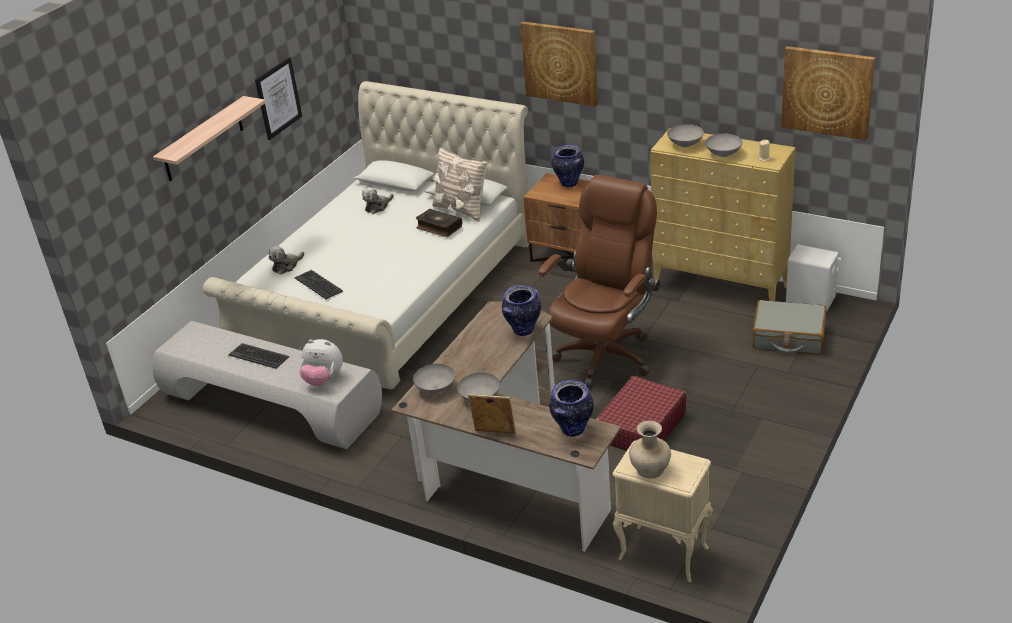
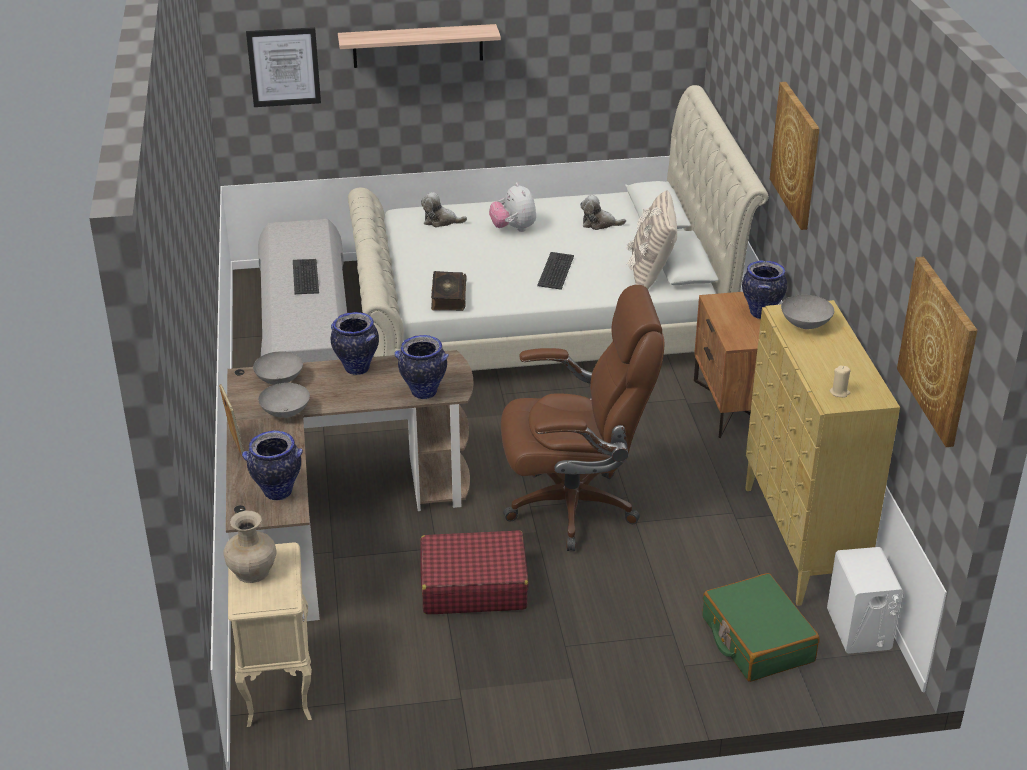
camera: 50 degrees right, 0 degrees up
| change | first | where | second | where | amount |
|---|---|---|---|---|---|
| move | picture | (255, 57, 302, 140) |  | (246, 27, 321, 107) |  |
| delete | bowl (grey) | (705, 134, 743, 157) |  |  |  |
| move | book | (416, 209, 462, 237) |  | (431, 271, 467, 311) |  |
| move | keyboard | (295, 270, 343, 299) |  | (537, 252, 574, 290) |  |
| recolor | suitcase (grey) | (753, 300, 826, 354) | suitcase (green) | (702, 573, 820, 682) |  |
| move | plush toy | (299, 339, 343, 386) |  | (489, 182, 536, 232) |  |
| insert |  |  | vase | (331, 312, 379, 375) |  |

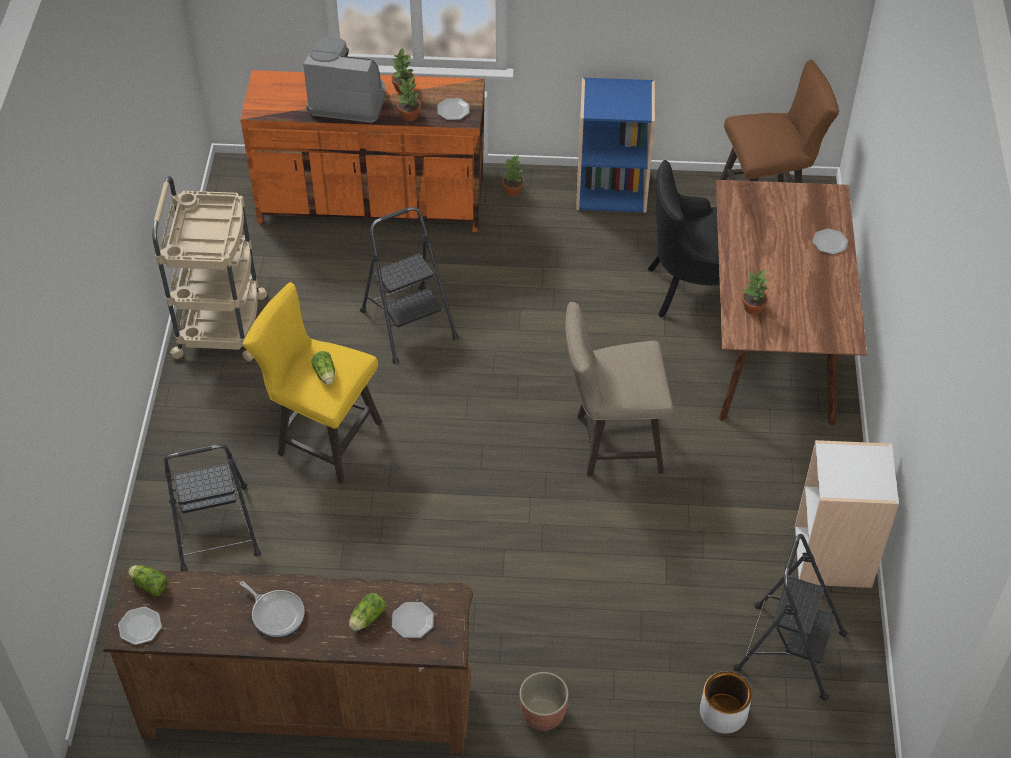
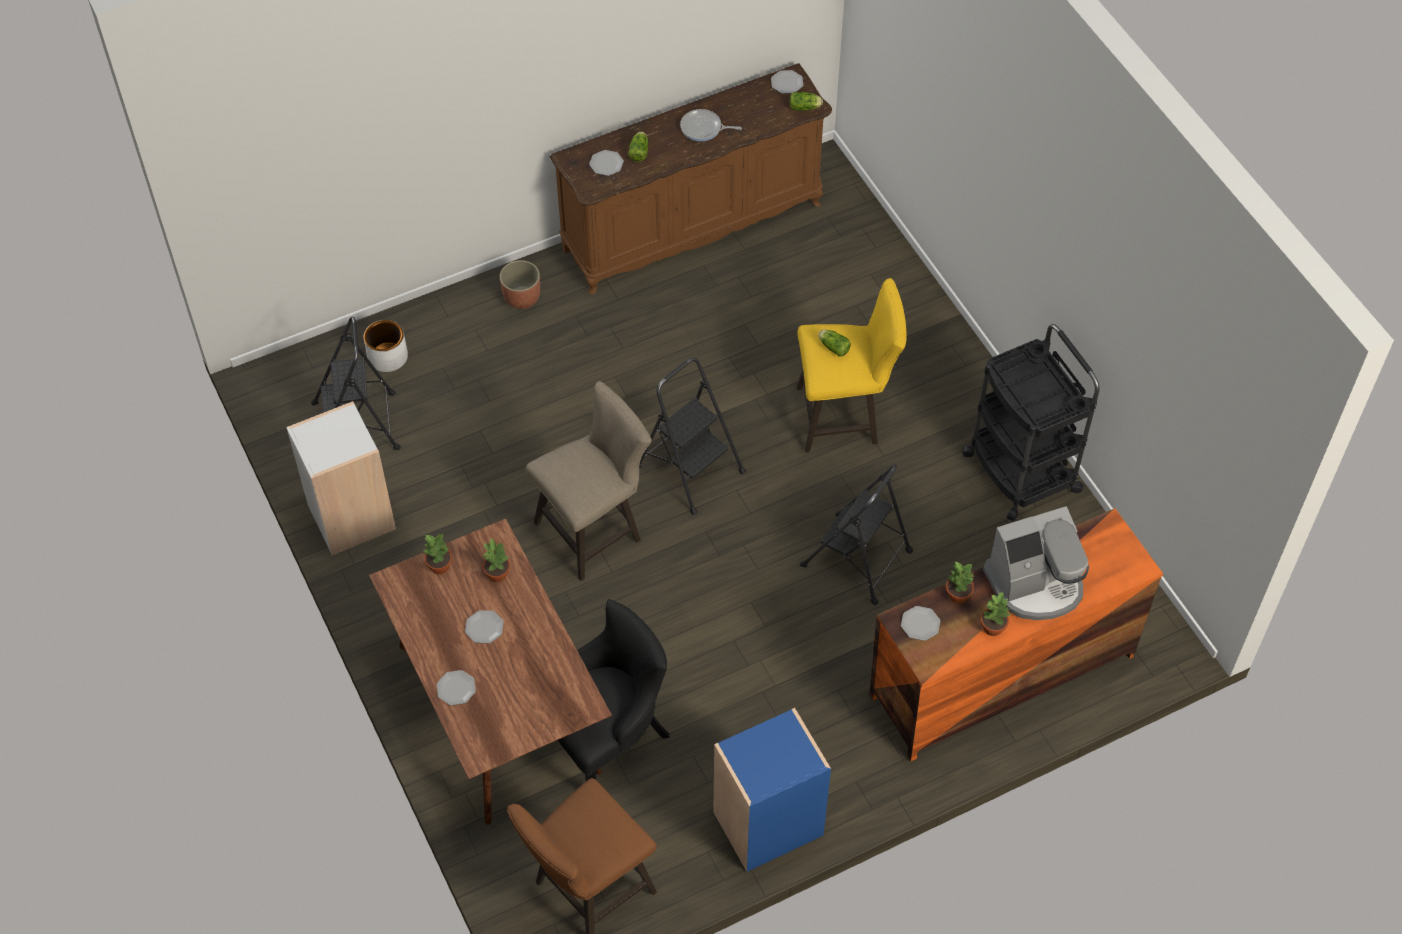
camera: 150 degrees right, 5 degrees up
| change | first | where | second | where | amount |
|---|---|---|---|---|---|
| move | potted plant | (502, 155, 524, 196) |  | (424, 534, 452, 574) |  |
| recolor | cart (beige) | (152, 176, 267, 361) | cart (black) | (962, 324, 1100, 521) |  |
| move | step ladder (black) | (164, 444, 261, 571) |  | (639, 358, 746, 515) |  |
| insert |  |  | plate | (465, 610, 504, 643) |  |

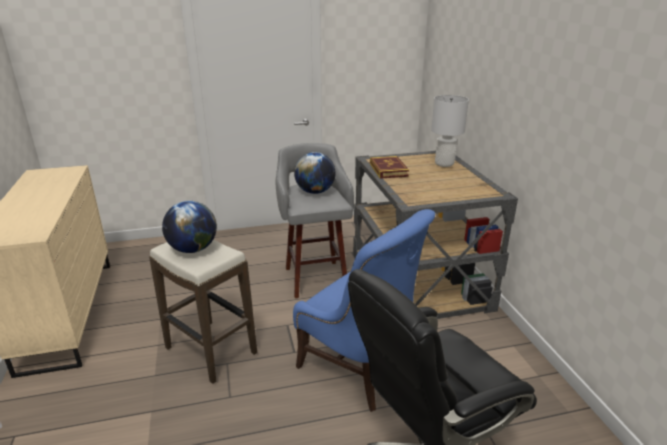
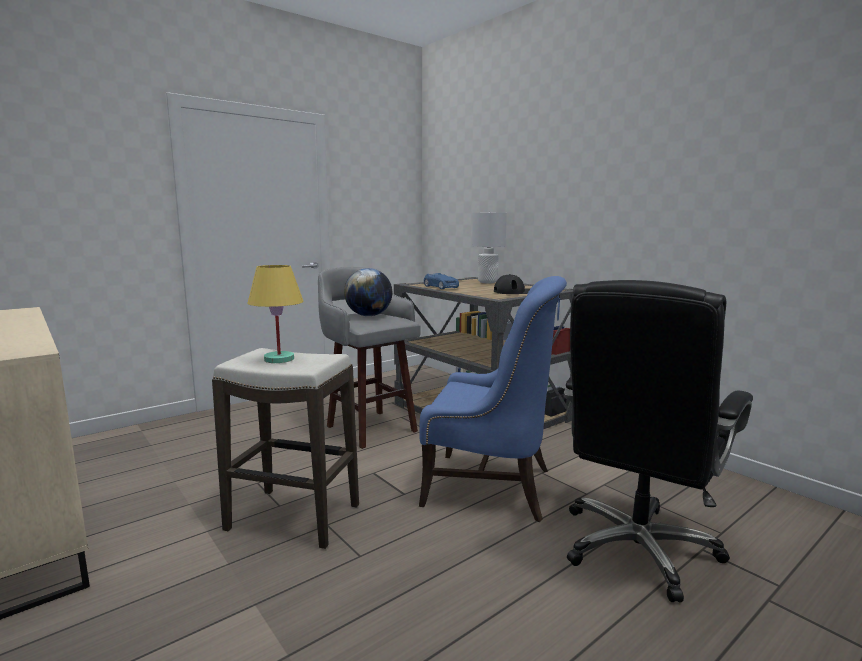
camera: 25 degrees left, 15 degrees down
| change | first | where | second | where | amount |
|---|---|---|---|---|---|
| replace | book | (370, 156, 409, 179) | toy car (blue) | (424, 273, 459, 289) |  |
| replace | globe | (162, 201, 217, 253) | table lamp (yellow) | (247, 265, 304, 363) |  |
| insert |  |  | cap (black) | (494, 274, 531, 294) |  |

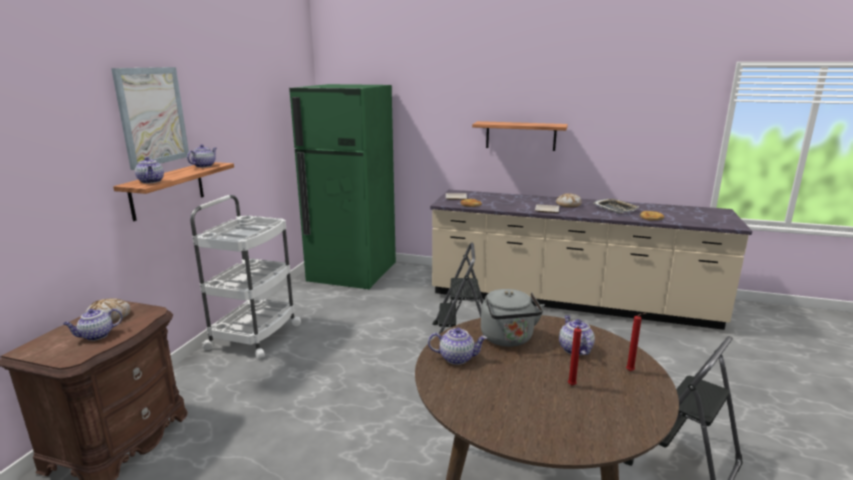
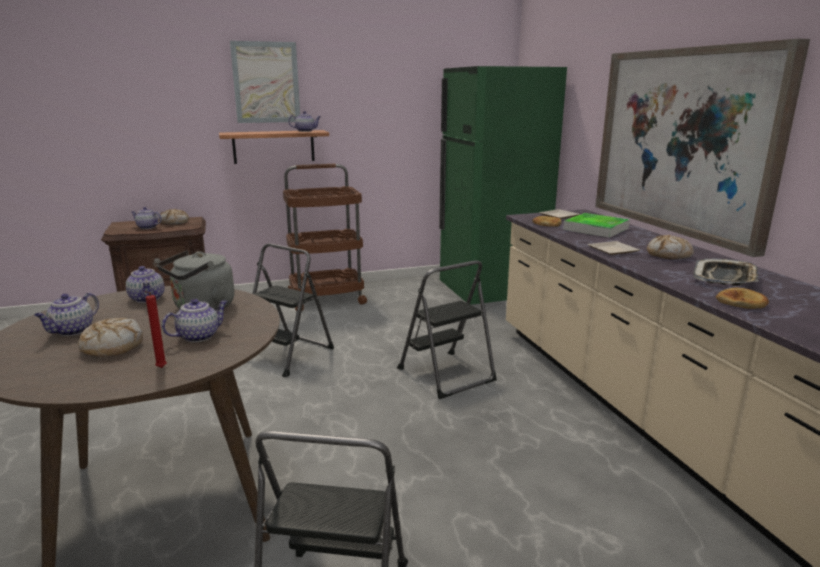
camera: 55 degrees right, 0 degrees up
| change | first | where | second | where | amount |
|---|---|---|---|---|---|
| replace | shelf | (472, 121, 568, 151) | picture | (595, 39, 810, 257) |  |
| move | teapot | (135, 157, 164, 184) |  | (34, 293, 99, 336) |  |
| recolor | cart (white) | (190, 195, 301, 359) | cart (brown) | (283, 164, 367, 311) |  |
| replace | candle (red) | (568, 326, 582, 385) | bread | (78, 318, 143, 357) |  |
| insert |  |  | tray | (563, 213, 630, 238) |  |
| insert |  |  | step ladder (black) | (252, 244, 334, 377) |  |

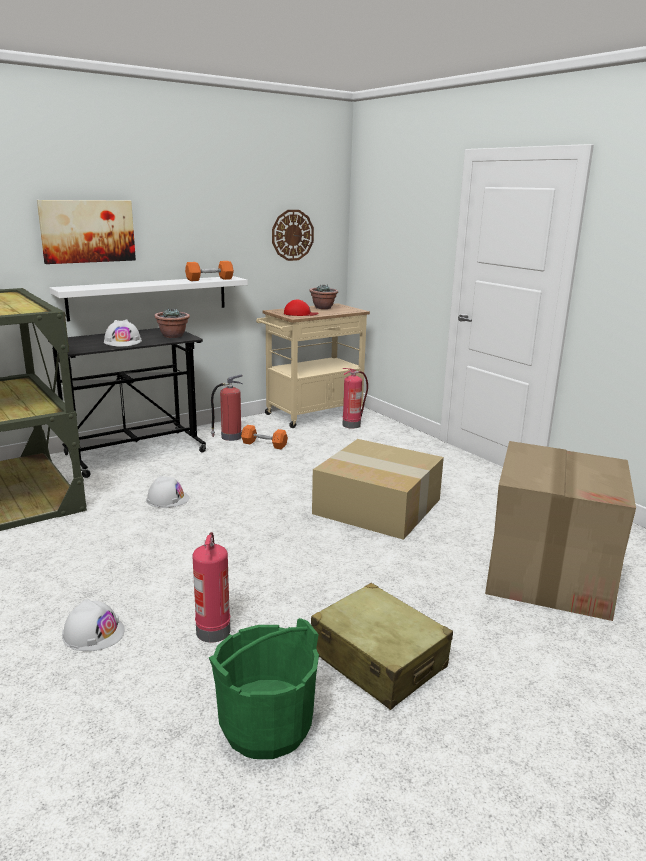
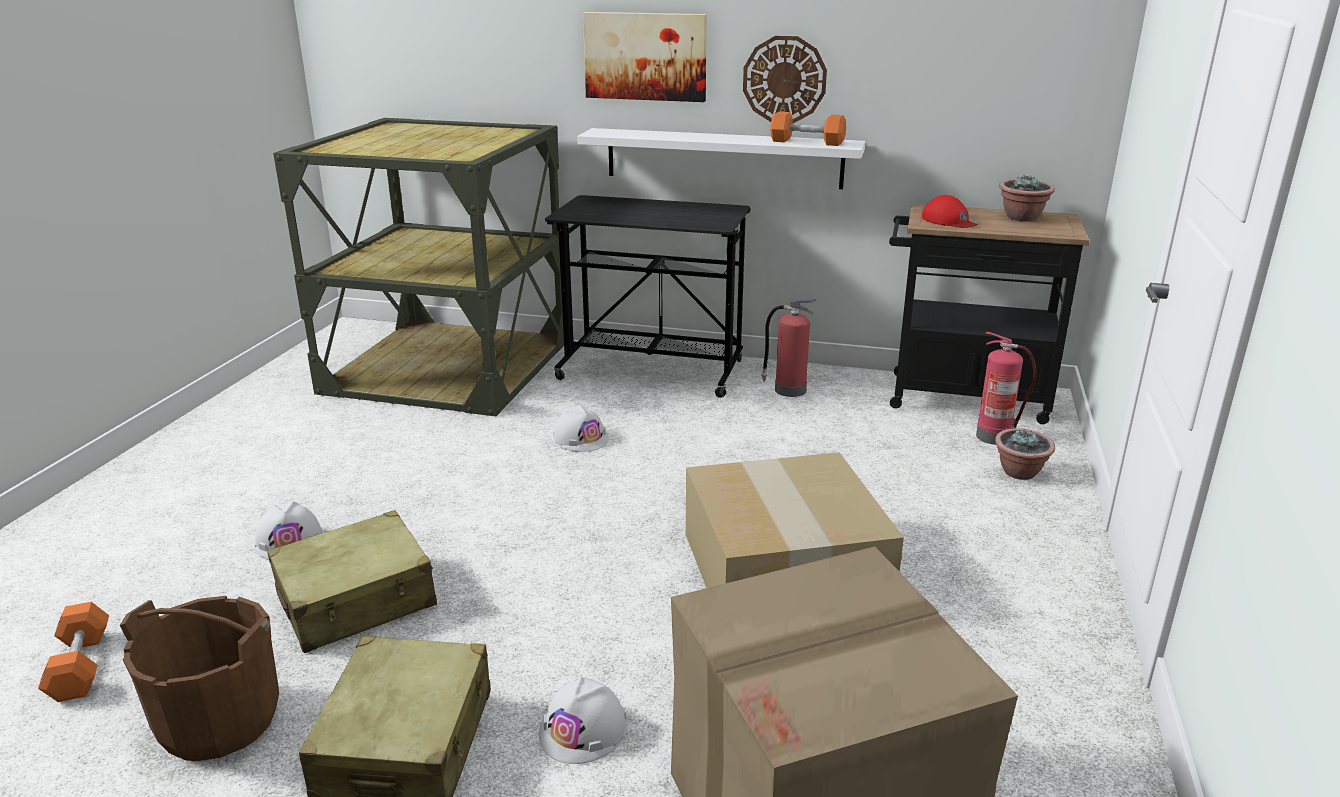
camera: 50 degrees right, 5 degrees up
| change | first | where | second | where | amount |
|---|---|---|---|---|---|
| move | wall clock | (272, 210, 314, 261) |  | (743, 36, 827, 123) |  |
| recolor | cart (beige) | (256, 303, 370, 428) | cart (black) | (889, 204, 1090, 424) |  |
| move | potted plant | (154, 309, 190, 338) |  | (995, 428, 1055, 480) |  |
| move | hard hat (white) | (104, 319, 142, 347) |  | (539, 677, 627, 764) |  |
| move | dumbbell (orange) | (241, 425, 288, 449) |  | (38, 602, 109, 702) |  |
| replace | fire extinguisher | (192, 532, 230, 643) | suitcase (beige) | (267, 510, 437, 653) |  |
| recolor | bucket (green) | (209, 618, 319, 759) | bucket (brown) | (120, 596, 279, 761) |  |

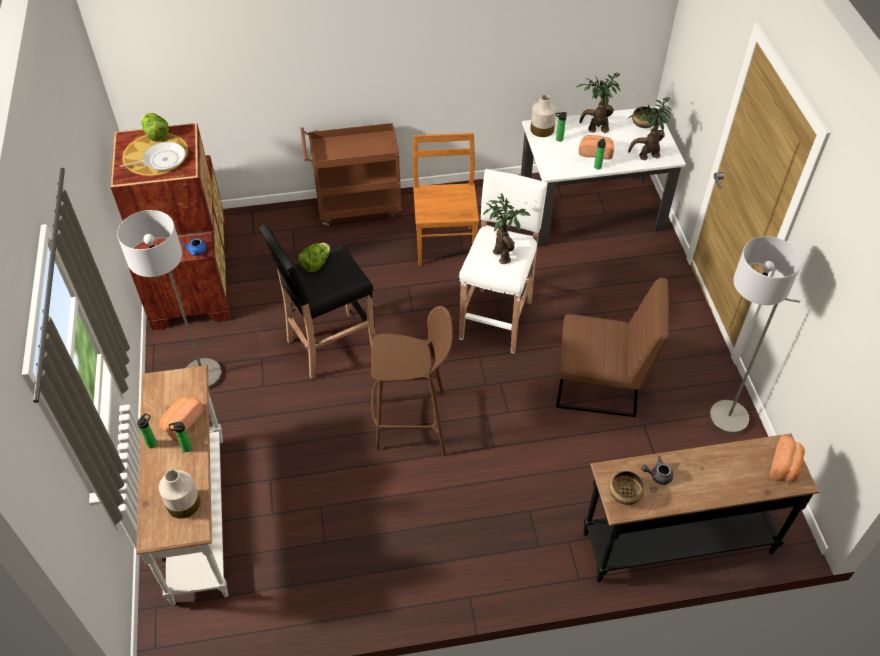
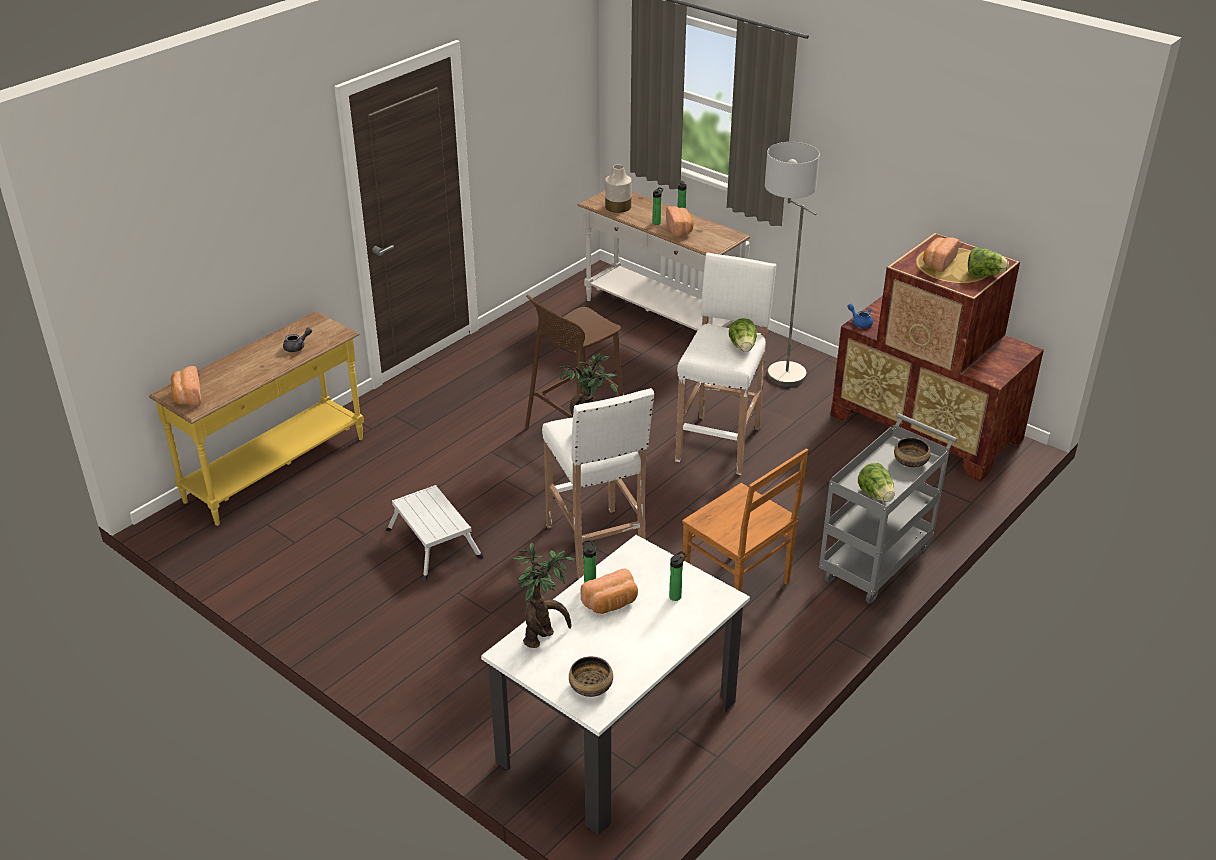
camera: 140 degrees right, 15 degrees down
| change | first | where | second | where | amount |
|---|---|---|---|---|---|
| delete | potted plant | (577, 72, 621, 133) |  |  |  |
| delete | vase (beige) | (530, 94, 557, 137) |  |  |  |
| recolor | cart (brown) | (300, 123, 402, 227) | cart (grey) | (819, 413, 958, 604) |  |
| replace | frying pan | (119, 142, 185, 171) | bread | (923, 237, 959, 272) |  |
| recolor | stool (black) | (259, 224, 376, 379) | stool (white) | (675, 253, 776, 475) |  |
| delete | floor lamp (grey) | (709, 236, 801, 435) |  |  |  |
| replace | chair (brown) | (556, 278, 669, 417) | step ladder (white) | (385, 485, 484, 581) |  |
| recolor | console table (black) | (583, 433, 819, 582) | console table (yellow) | (149, 311, 364, 526) |  |
| move | bowl | (609, 471, 645, 505) |  | (894, 437, 931, 467) |  |
| insert |  |  | lettuce | (858, 463, 895, 502) |  |

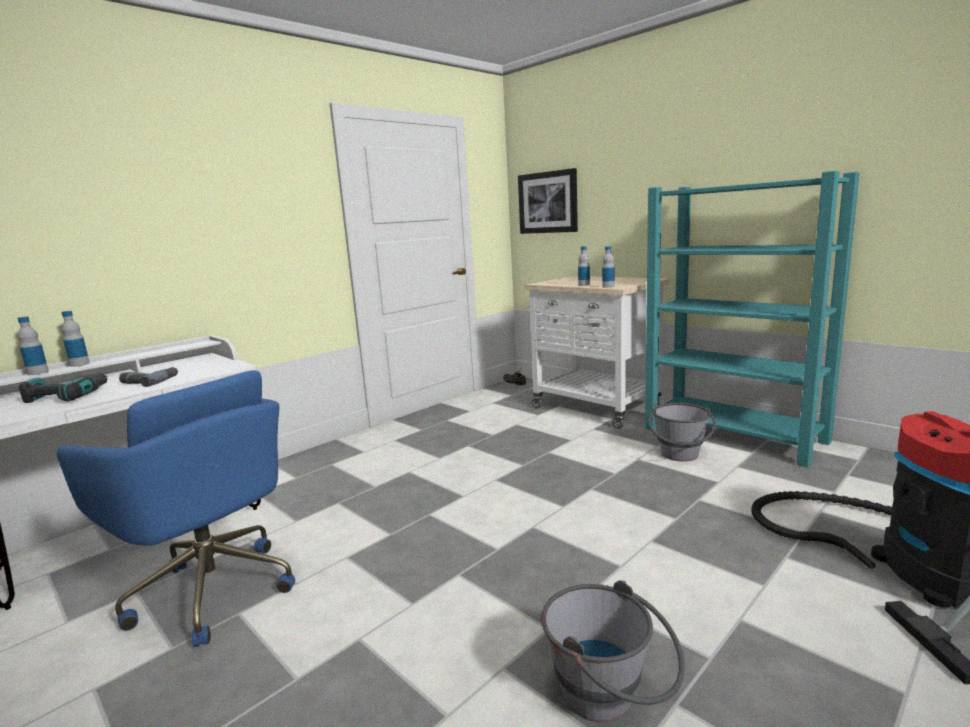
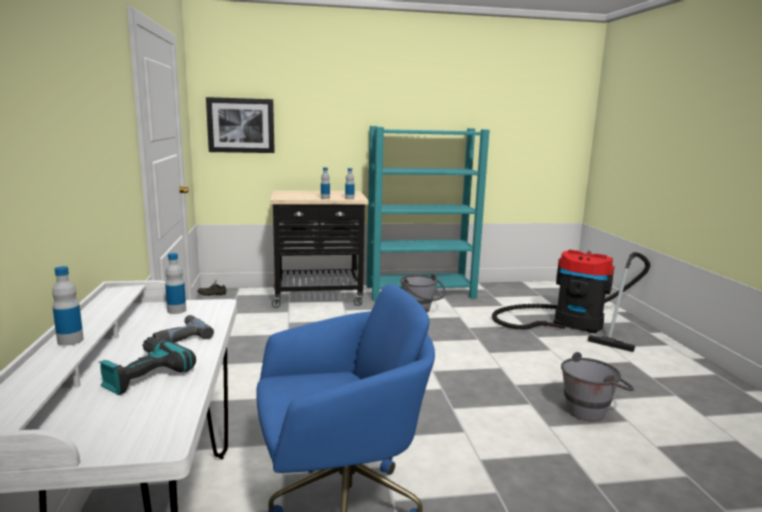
camera: 55 degrees left, 0 degrees up
| change | first | where | second | where | amount |
|---|---|---|---|---|---|
| recolor | cart (white) | (525, 276, 669, 429) | cart (black) | (270, 190, 369, 308) |  |
| move | bottle | (18, 316, 49, 375) |  | (165, 253, 186, 314) |  |

